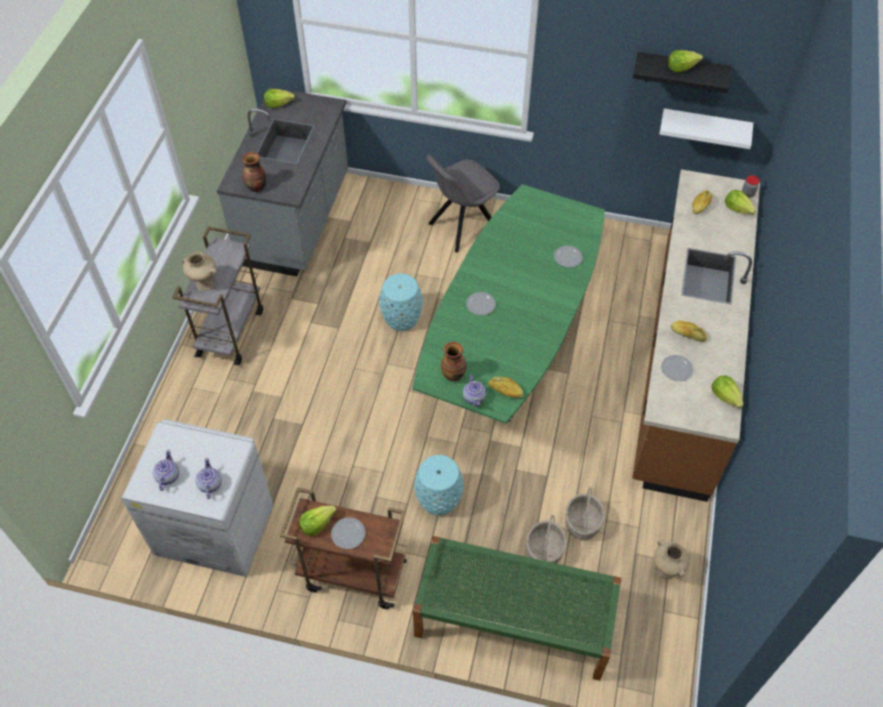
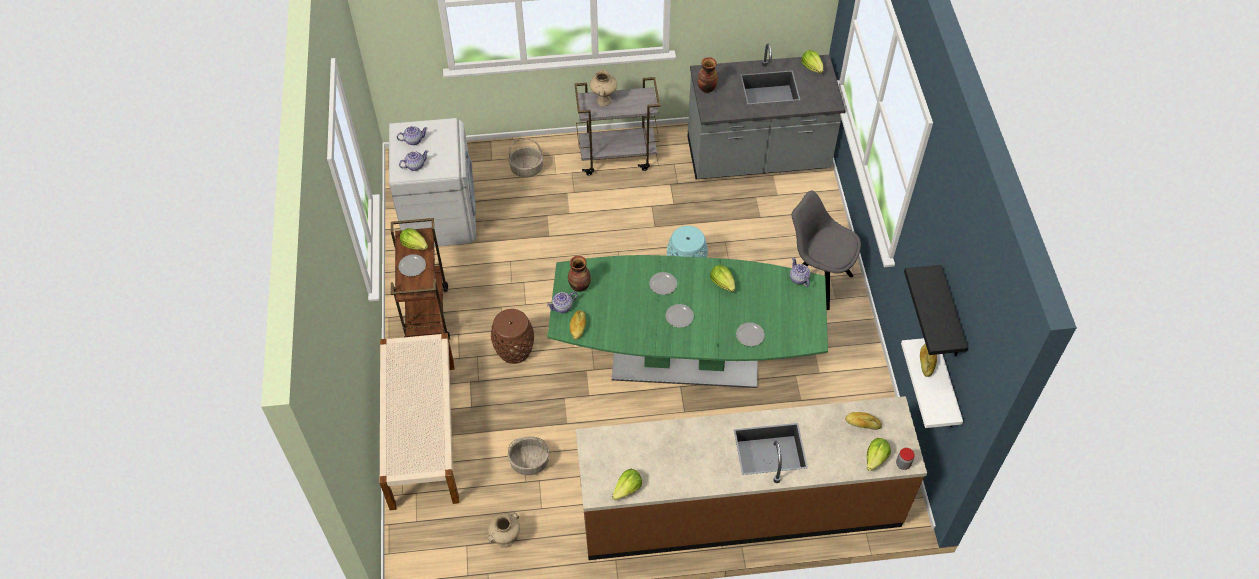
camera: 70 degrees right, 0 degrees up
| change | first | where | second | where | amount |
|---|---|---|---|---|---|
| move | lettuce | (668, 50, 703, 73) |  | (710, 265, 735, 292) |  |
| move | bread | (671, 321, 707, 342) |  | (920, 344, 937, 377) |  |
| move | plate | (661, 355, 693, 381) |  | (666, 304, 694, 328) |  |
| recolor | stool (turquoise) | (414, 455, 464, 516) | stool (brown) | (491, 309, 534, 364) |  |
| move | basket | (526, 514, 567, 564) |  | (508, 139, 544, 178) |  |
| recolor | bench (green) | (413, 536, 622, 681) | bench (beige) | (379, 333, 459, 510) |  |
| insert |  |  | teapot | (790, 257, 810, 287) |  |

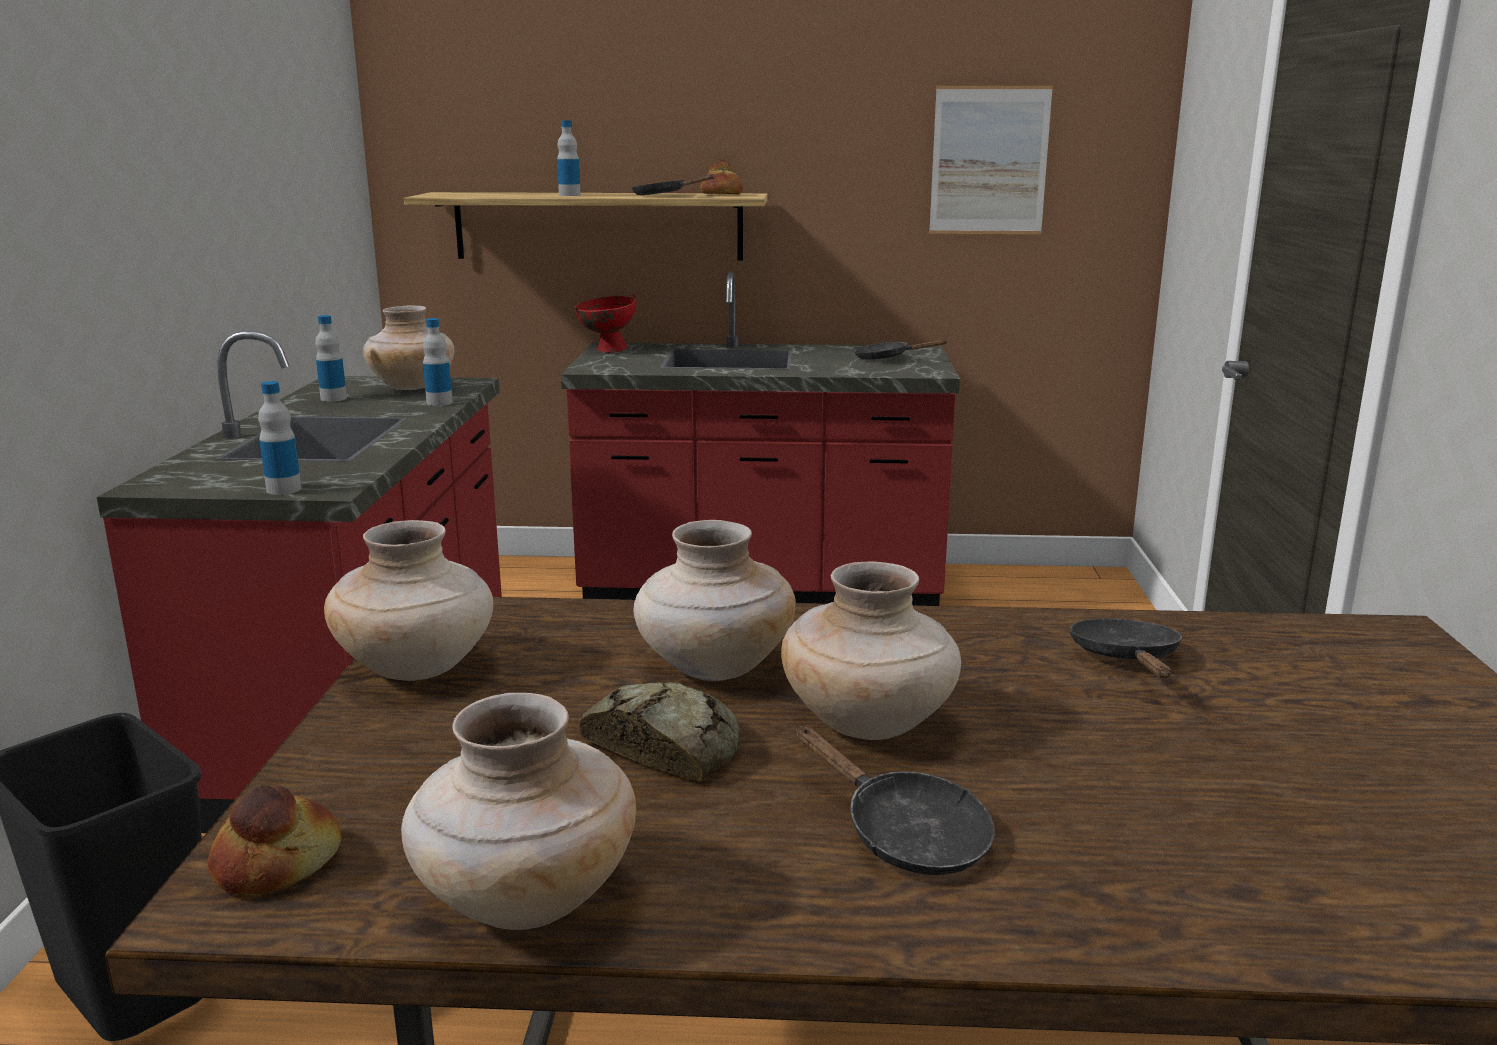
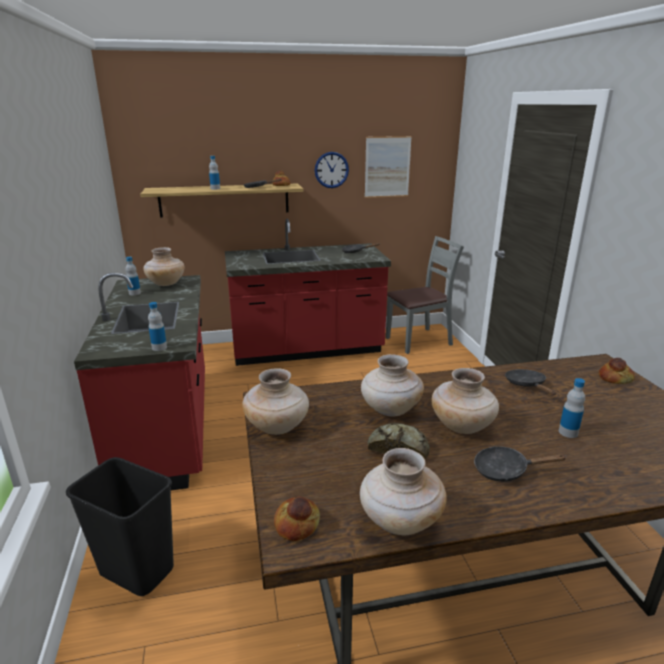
camera: 15 degrees left, 5 degrees up
| change | first | where | second | where | amount |
|---|---|---|---|---|---|
| delete | bowl (red) | (574, 294, 636, 353) |  |  |  |
| move | bottle | (423, 318, 453, 406) |  | (559, 378, 585, 438) |  |
| rotate | frying pan (black) | (796, 727, 995, 875) |  | (474, 446, 567, 482) | 150 degrees clockwise |
| insert |  |  | wall clock | (314, 152, 349, 188) |  |
| insert |  |  | chair (grey) | (386, 236, 464, 354) |  |
| insert |  |  | bread | (599, 358, 635, 384) |  |

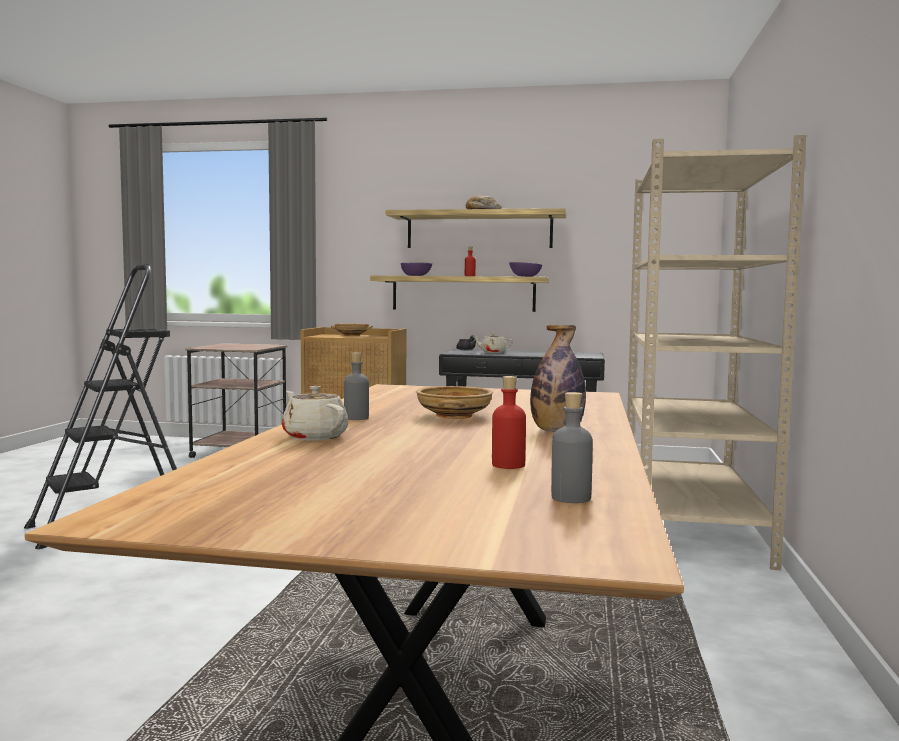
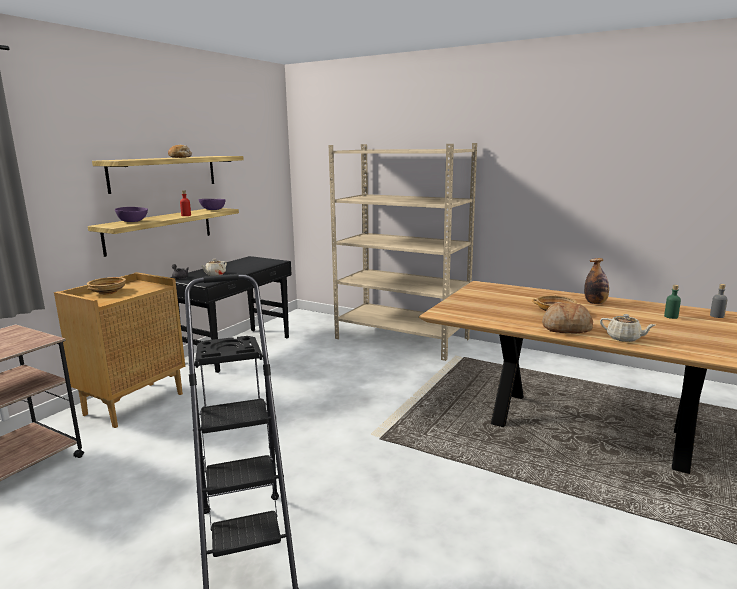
camera: 70 degrees left, 10 degrees up
| change | first | where | second | where | amount |
|---|---|---|---|---|---|
| replace | bottle (grey) | (344, 353, 369, 420) | bread | (542, 302, 593, 334) |  |
| recolor | bottle (red) | (492, 376, 526, 469) | bottle (green) | (664, 285, 681, 319) |  |
| rotate | teapot (beige) | (282, 386, 348, 441) |  | (600, 314, 655, 342) | 120 degrees counterclockwise |

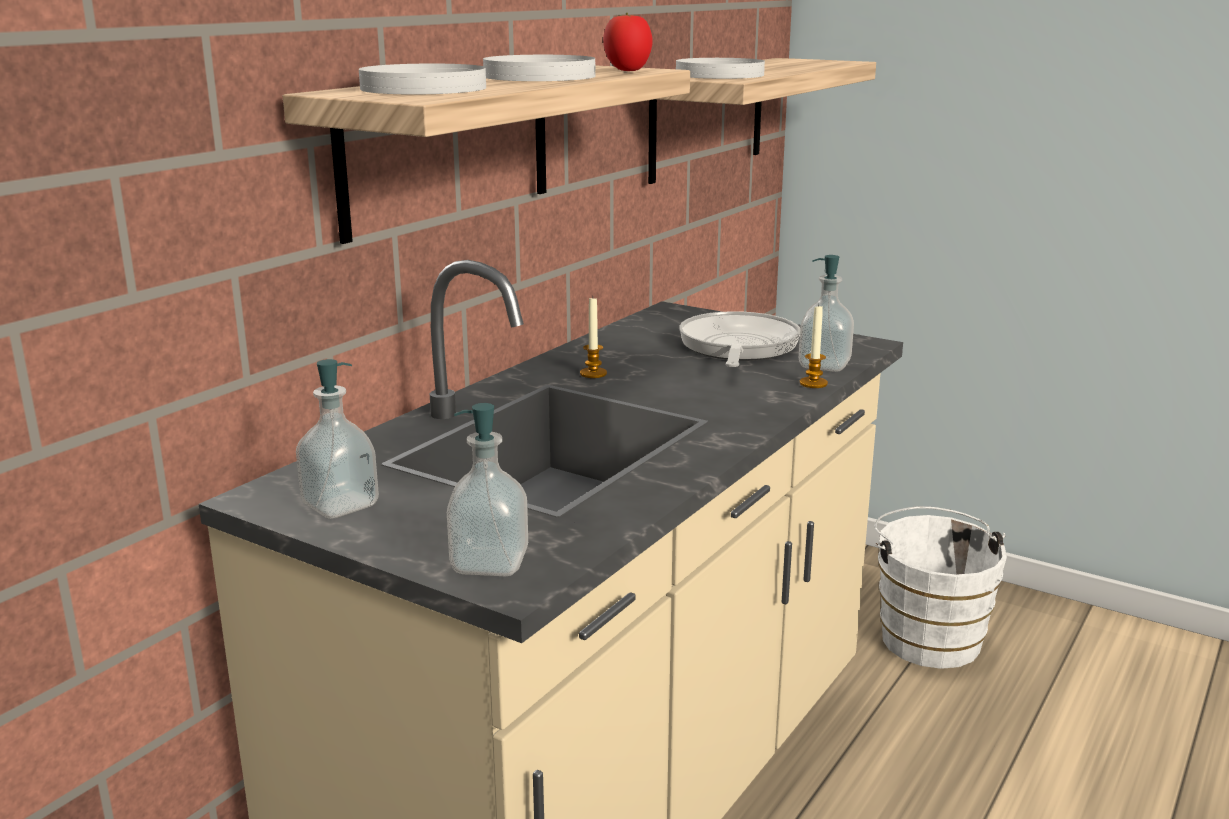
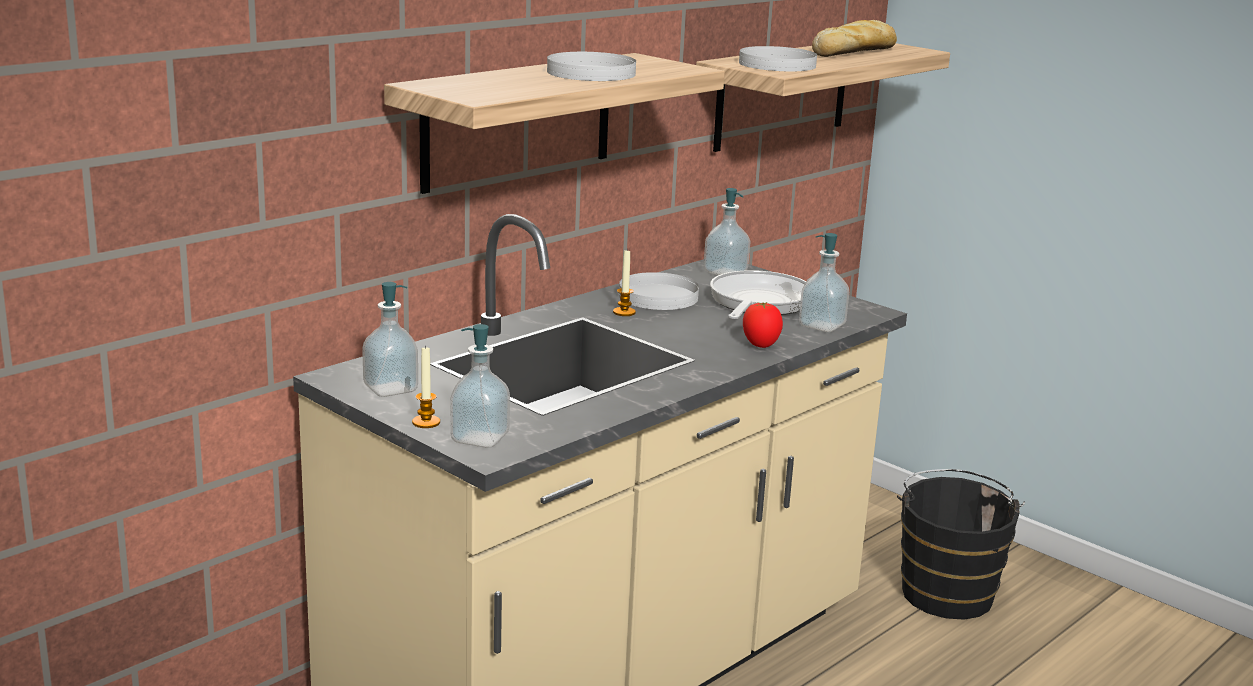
camera: 10 degrees right, 0 degrees up
| change | first | where | second | where | amount |
|---|---|---|---|---|---|
| move | tomato | (603, 13, 653, 71) |  | (743, 302, 783, 348) |  |
| move | plate (white) | (359, 64, 486, 94) |  | (619, 272, 699, 310) |  |
| move | candle | (800, 304, 828, 388) |  | (412, 345, 440, 428) |  |
| recolor | bucket (white) | (875, 506, 1007, 669) | bucket (black) | (897, 469, 1025, 620) |  |
| insert |  |  | bread | (812, 20, 897, 57) |  |
| insert |  |  | soap dispenser | (704, 188, 750, 275) |  |

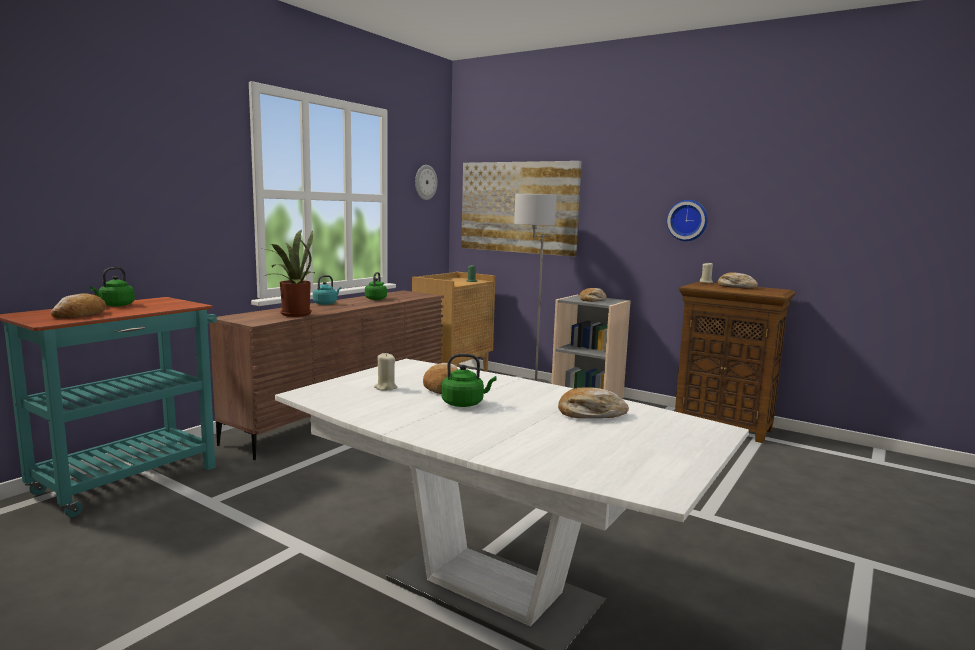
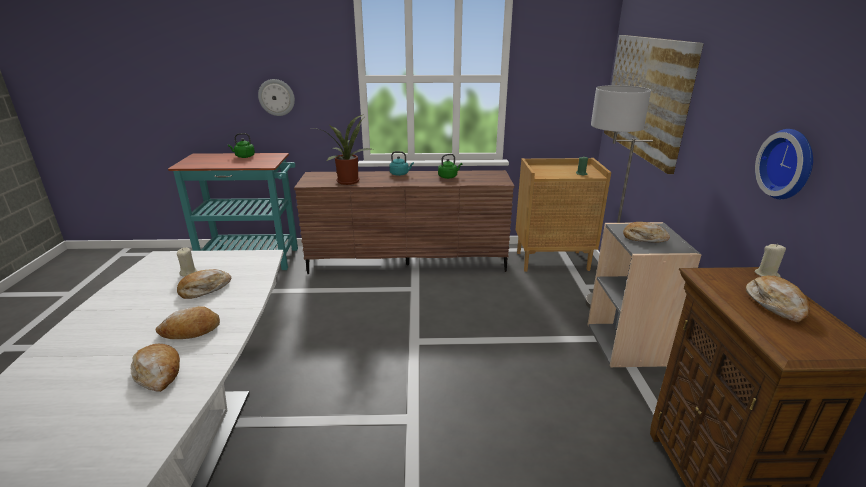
camera: 55 degrees right, 15 degrees up
| change | first | where | second | where | amount |
|---|---|---|---|---|---|
| move | wall clock | (415, 165, 437, 200) |  | (258, 79, 295, 116) |  |
| move | bread | (51, 293, 106, 318) |  | (156, 306, 220, 339) |  |
| delete | kettle (green) | (442, 354, 497, 407) |  |  |  |

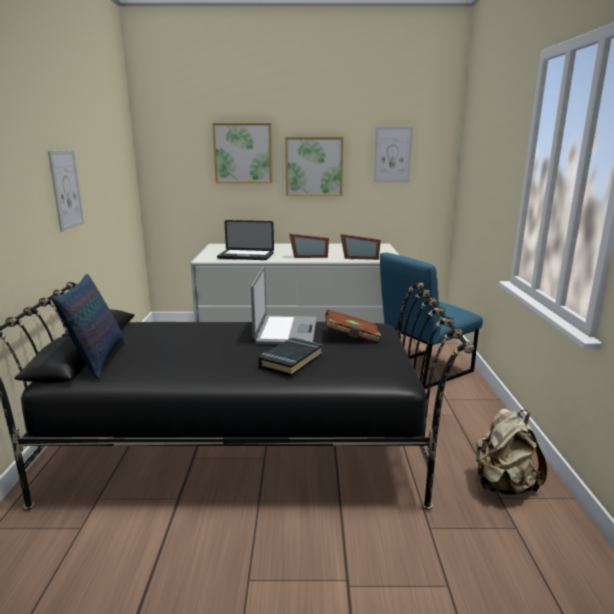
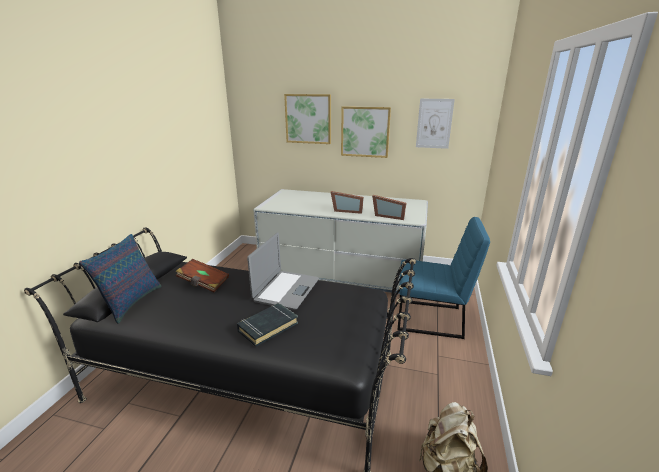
camera: 15 degrees right, 5 degrees up
| change | first | where | second | where | amount |
|---|---|---|---|---|---|
| delete | picture | (48, 150, 84, 232) |  |  |  |
| delete | laptop | (217, 220, 274, 260) |  |  |  |
| rotate | chair (blue) | (380, 252, 483, 389) |  | (398, 217, 490, 339) | 150 degrees counterclockwise |
| move | book (brown) | (325, 310, 381, 343) |  | (176, 259, 229, 292) |  |

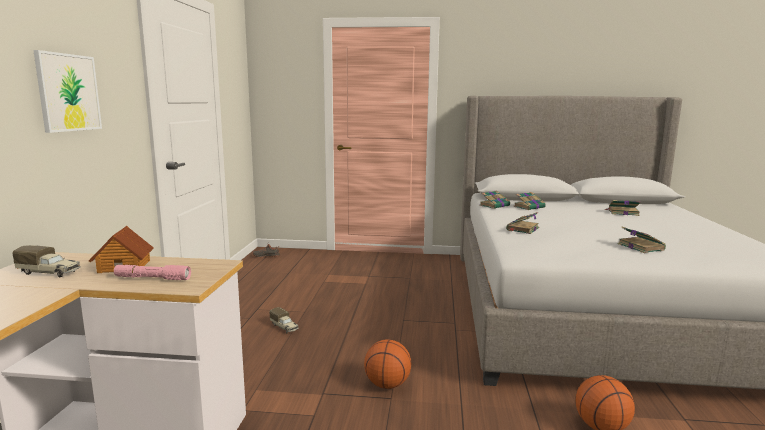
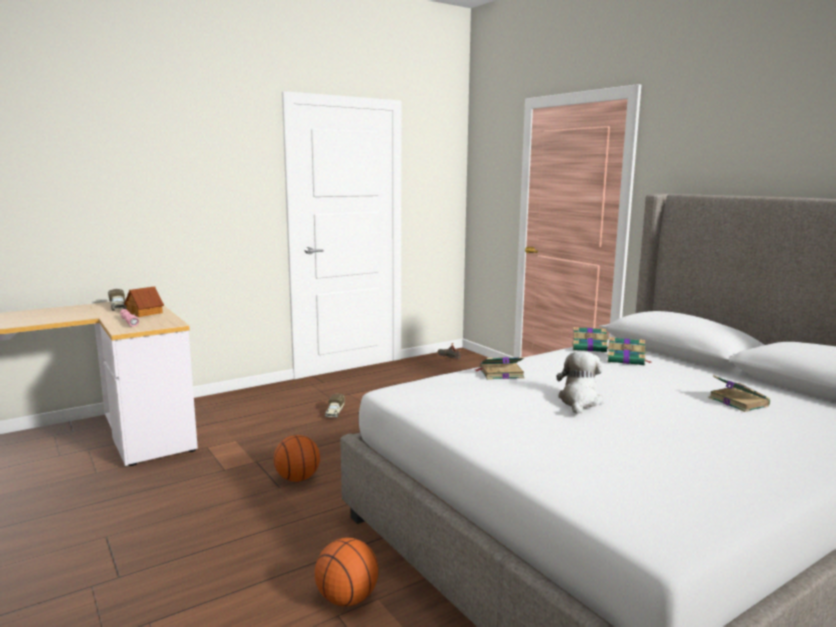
camera: 50 degrees right, 0 degrees up
| change | first | where | second | where | amount |
|---|---|---|---|---|---|
| delete | picture | (33, 50, 102, 133) |  |  |  |
| delete | book | (618, 227, 666, 253) |  |  |  |
| insert |  |  | plush toy | (557, 351, 604, 414) |  |

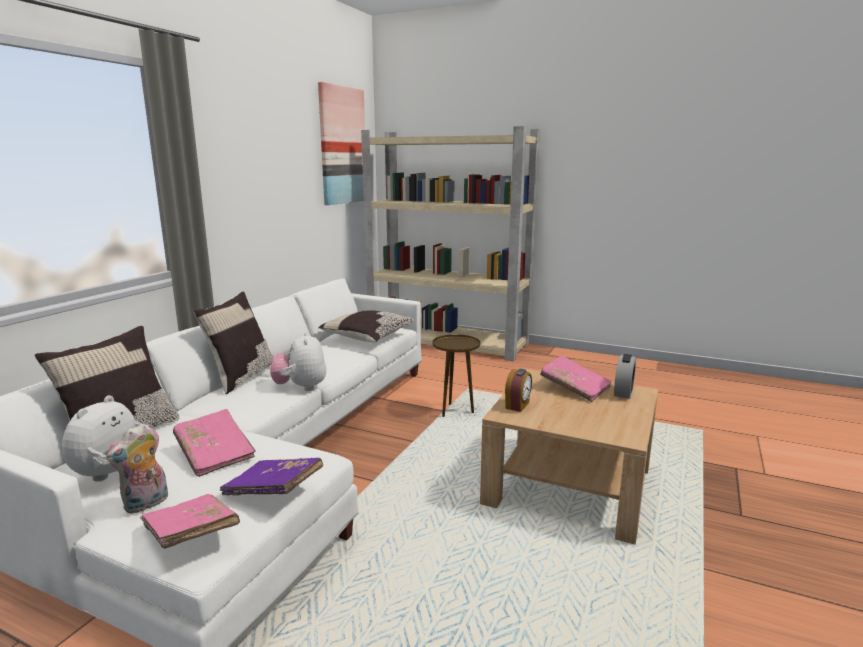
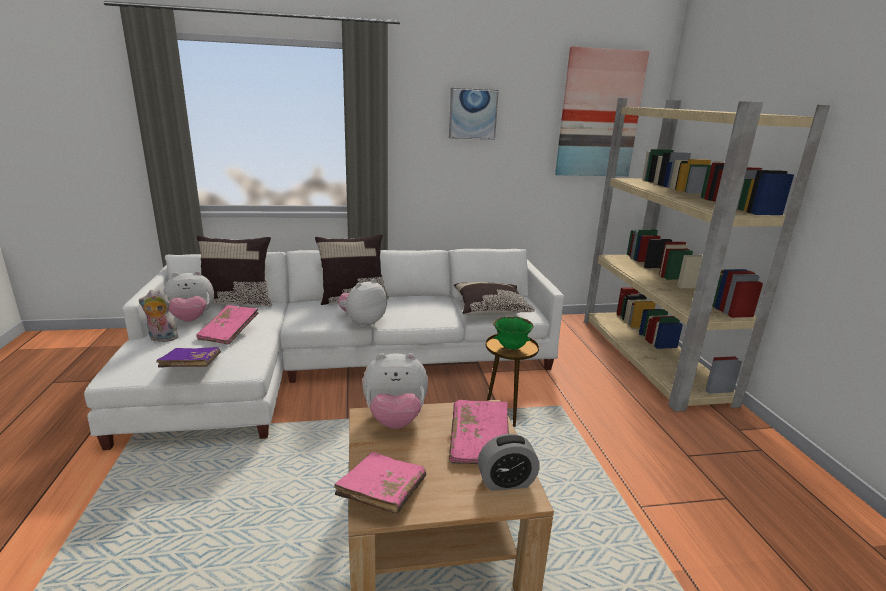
camera: 55 degrees right, 5 degrees up
| change | first | where | second | where | amount |
|---|---|---|---|---|---|
| replace | alarm clock | (505, 369, 532, 412) | plush toy | (363, 353, 428, 429) |  |
| move | book (pink) | (140, 494, 240, 549) |  | (334, 452, 426, 515) |  |
| insert |  |  | picture | (449, 88, 499, 140) |  |
| insert |  |  | bowl (green) | (493, 316, 533, 350) |  |

